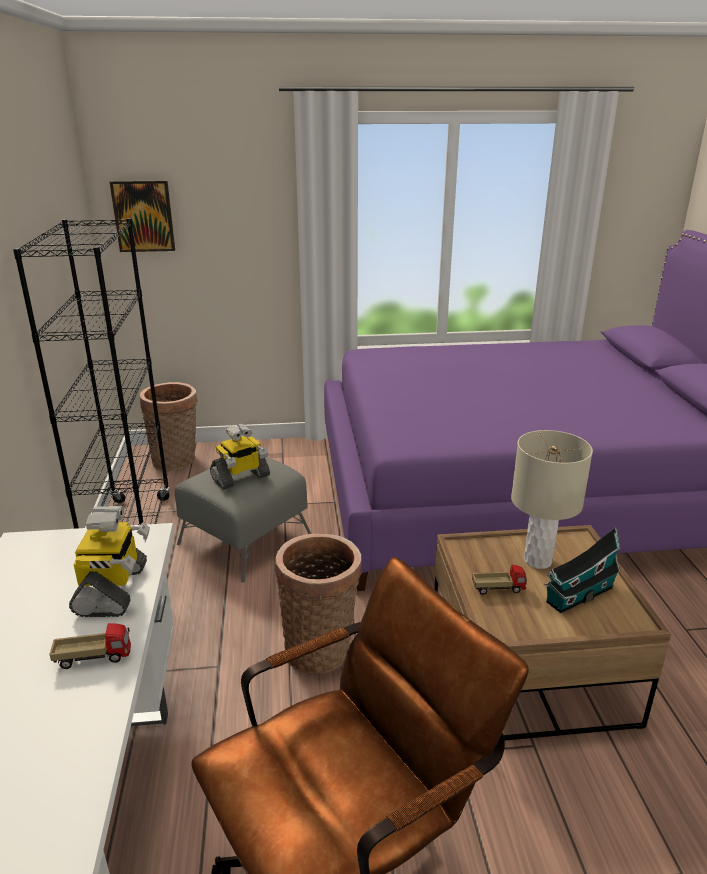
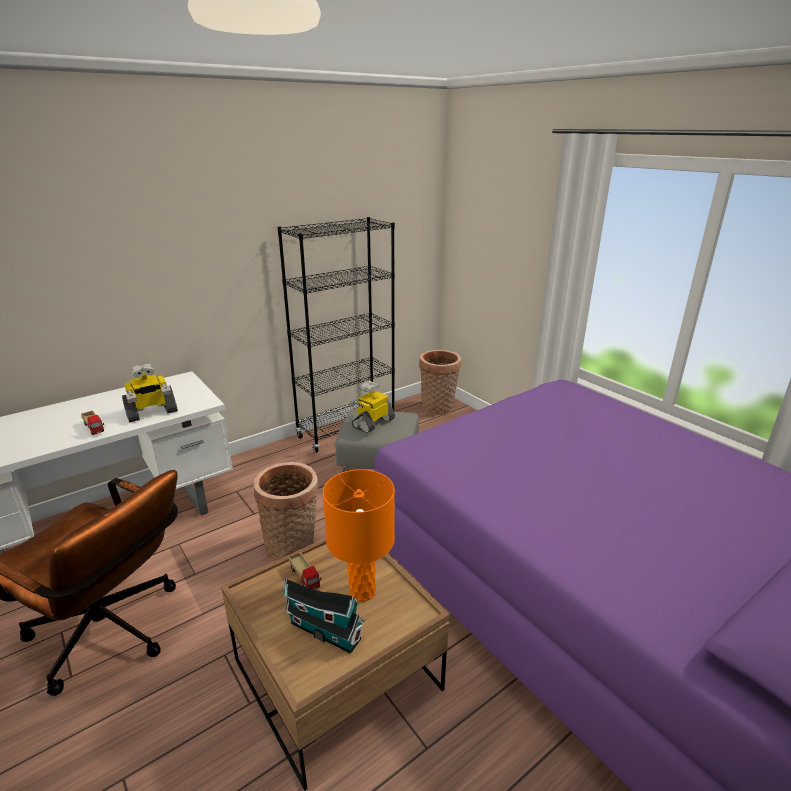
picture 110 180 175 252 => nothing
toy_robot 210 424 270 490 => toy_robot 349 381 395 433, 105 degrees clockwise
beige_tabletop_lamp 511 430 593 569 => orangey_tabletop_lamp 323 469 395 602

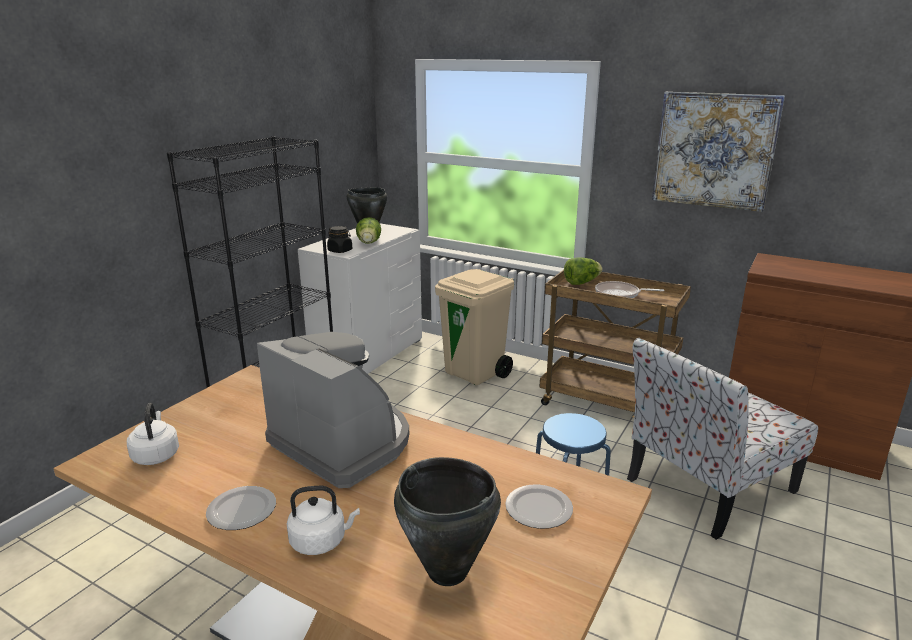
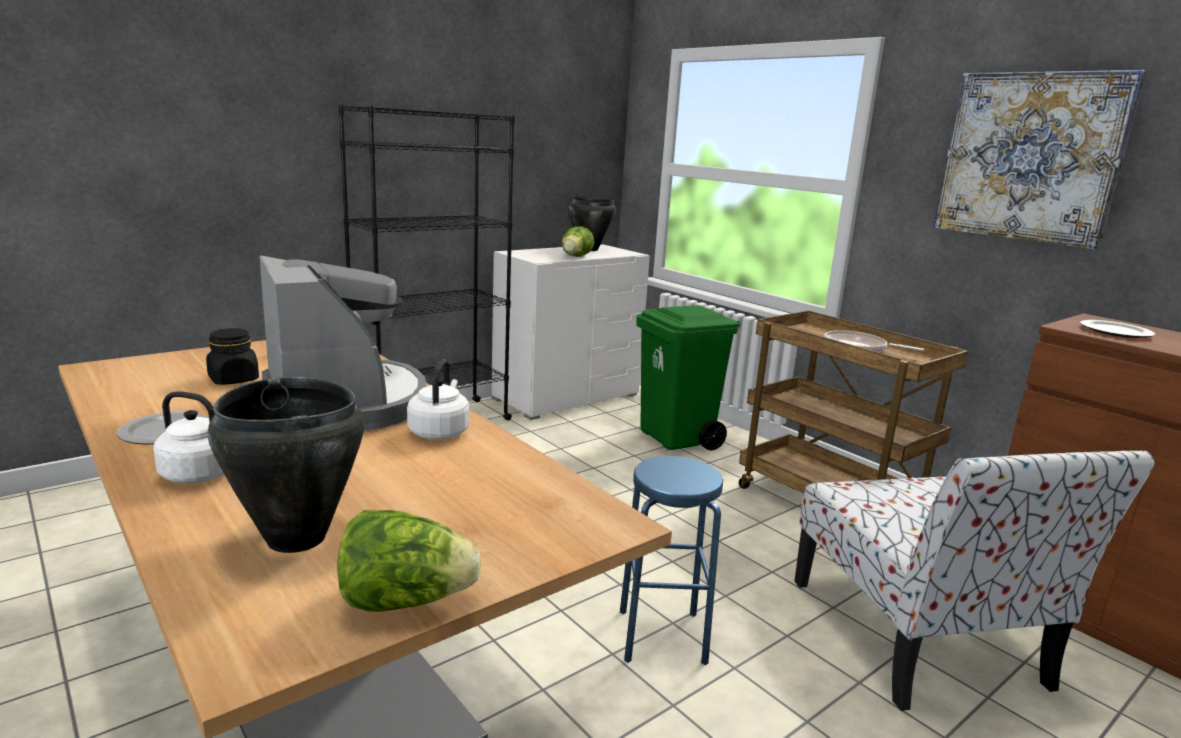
white-coloured_kettle 127 403 179 465 => white-coloured_kettle 407 360 469 440, shifted
black-coloured_storage_jar 327 226 352 253 => black-coloured_storage_jar 206 328 259 385, shifted
beige_waste_bin 435 269 515 385 => greenish_waste_bin 636 305 741 450
dinner_plate 505 484 573 529 => dinner_plate 1080 320 1155 338, shifted
lettuce_head 564 257 603 285 => lettuce_head 337 510 481 612, shifted
upright_chair 627 338 818 540 => upright_chair 795 450 1154 711, 90 degrees counterclockwise

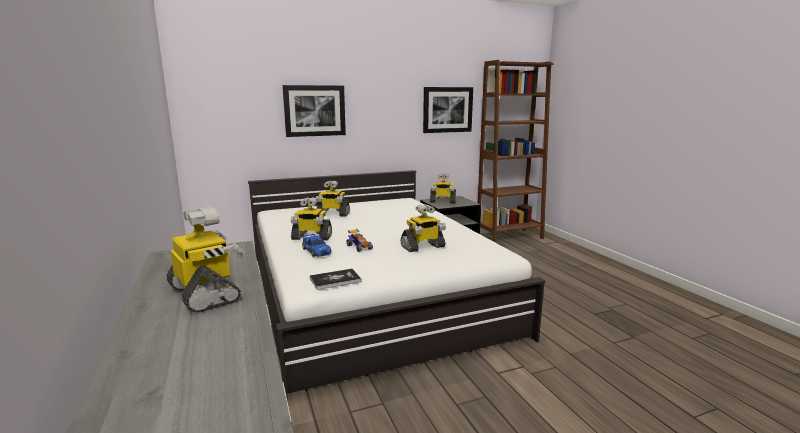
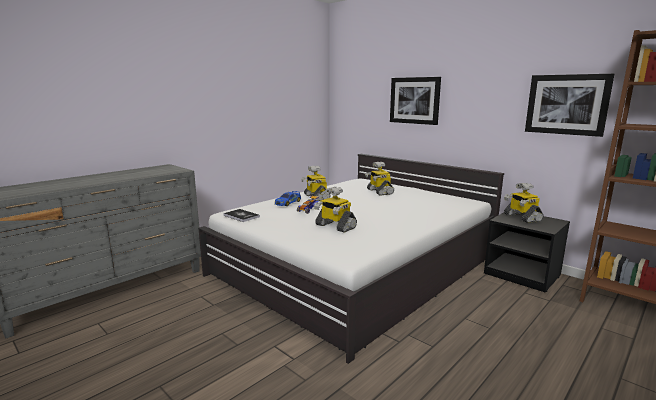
toy_robot 167 207 245 313 => nothing

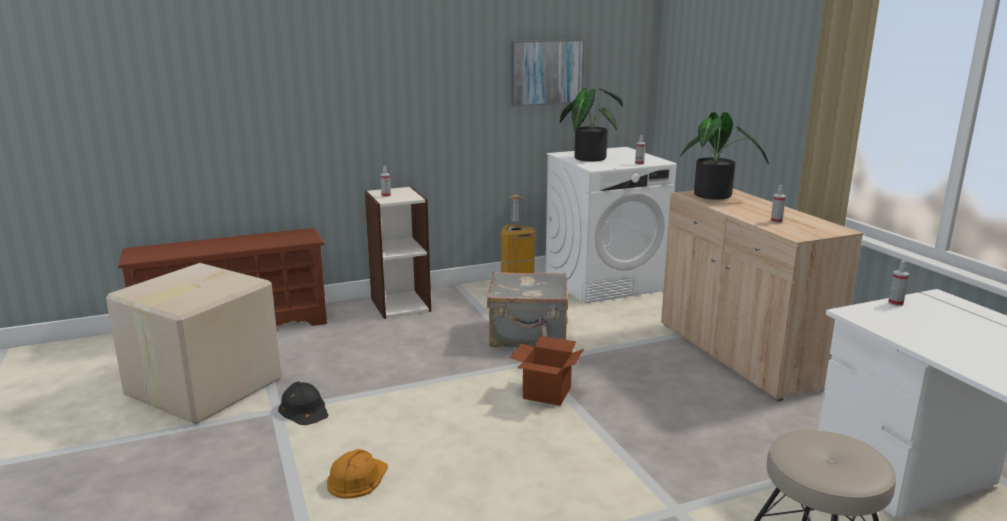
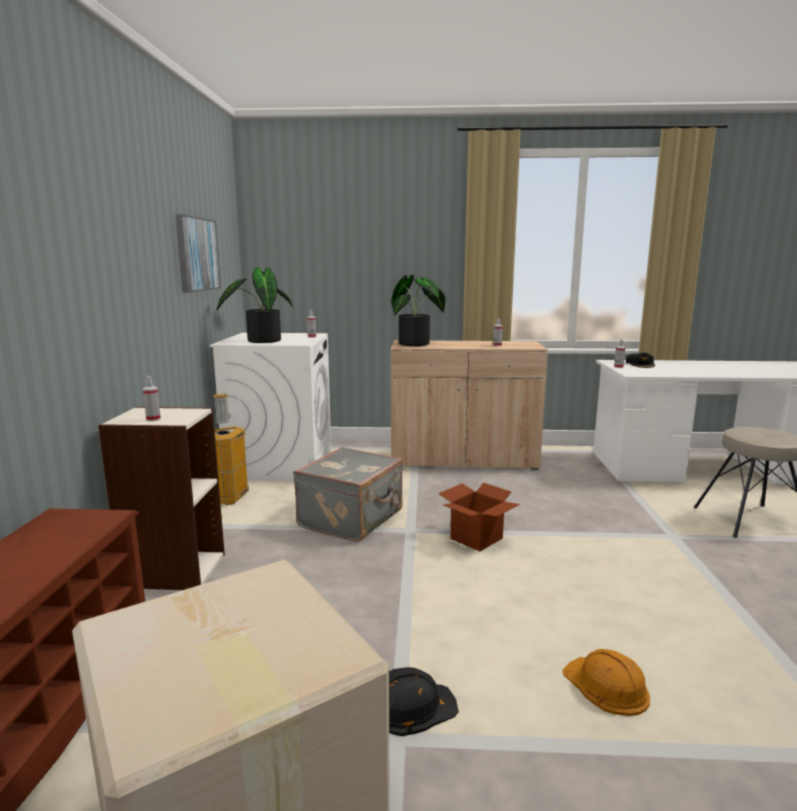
nothing => black-coloured_baseball_cap 626 353 655 368

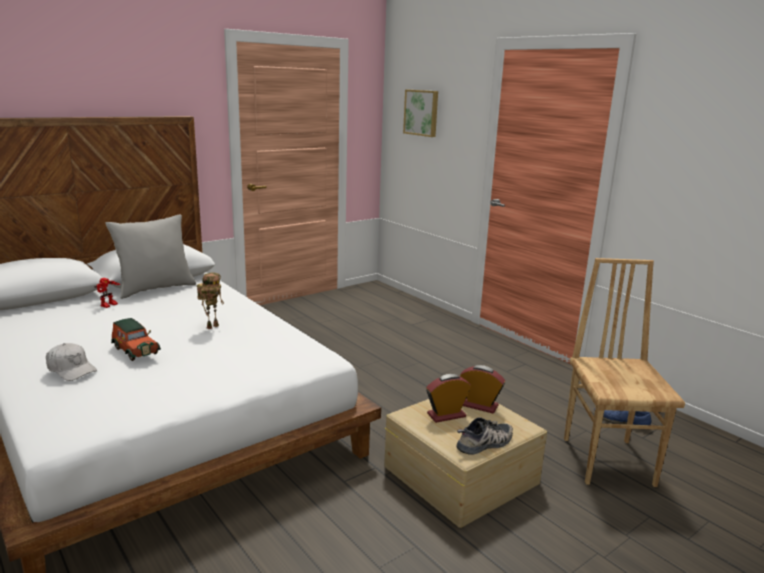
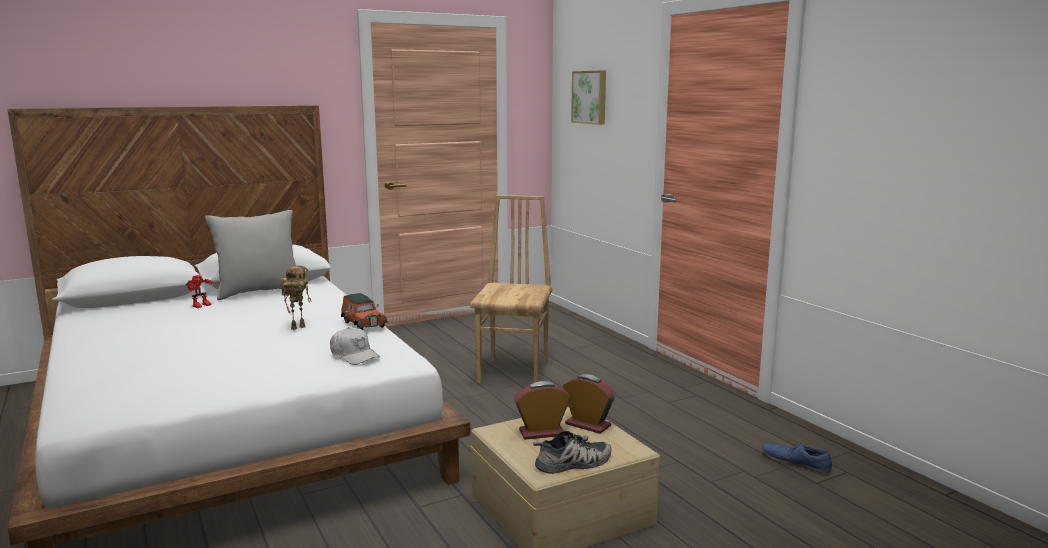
white-coloured_baseball_cap 46 343 97 381 => white-coloured_baseball_cap 330 327 380 365, shifted
miniature_car 111 318 161 361 => miniature_car 341 293 388 330, shifted
brown_upright_chair 564 258 685 487 => brown_upright_chair 470 195 553 383, shifted

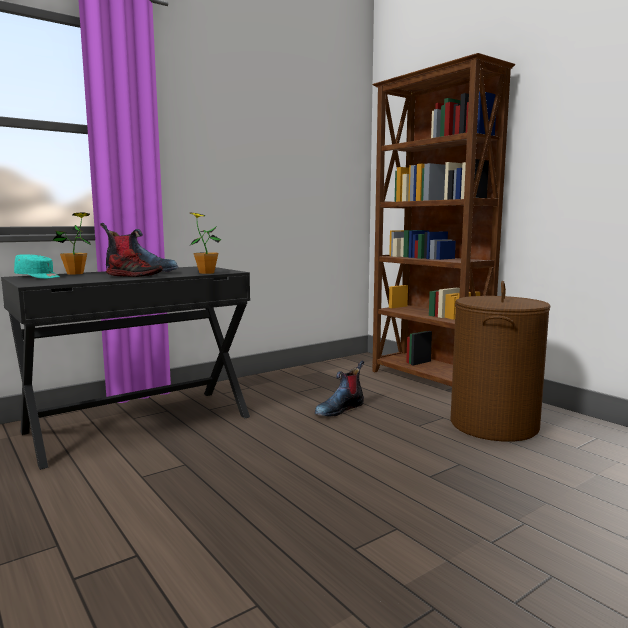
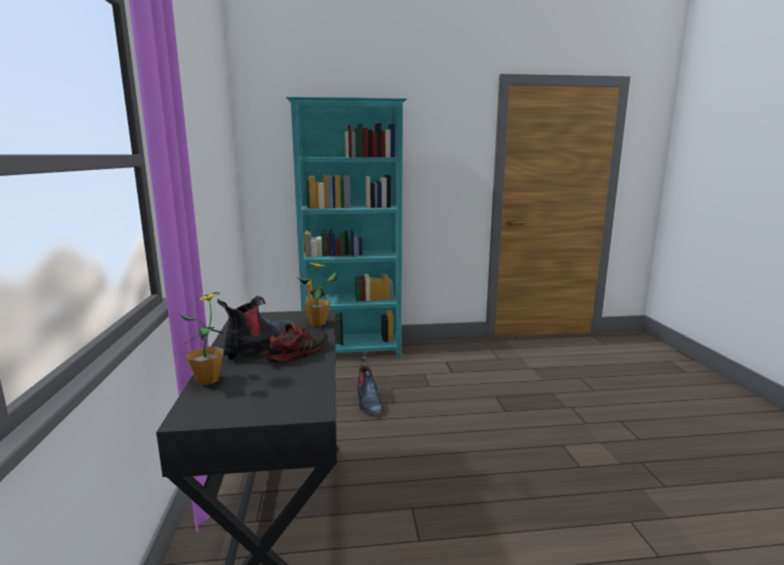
blue-green_baseball_cap 14 254 60 279 => nothing
brown_shelving_unit 372 53 515 386 => blue-green_shelving_unit 286 97 407 358
brown_laundry_basket 450 281 551 442 => nothing

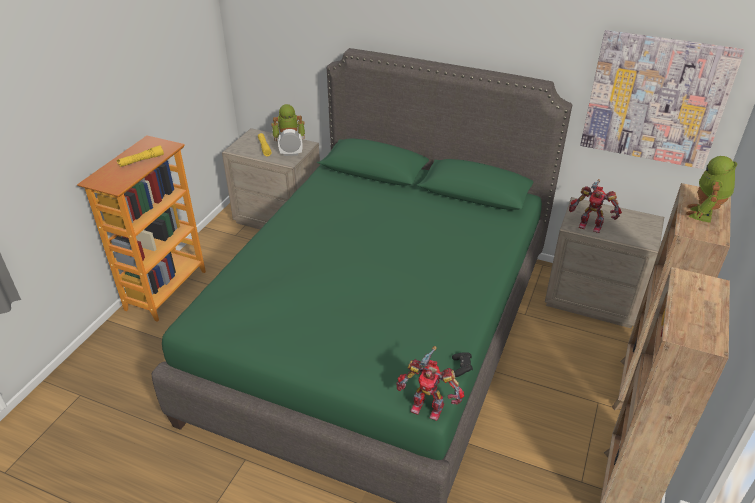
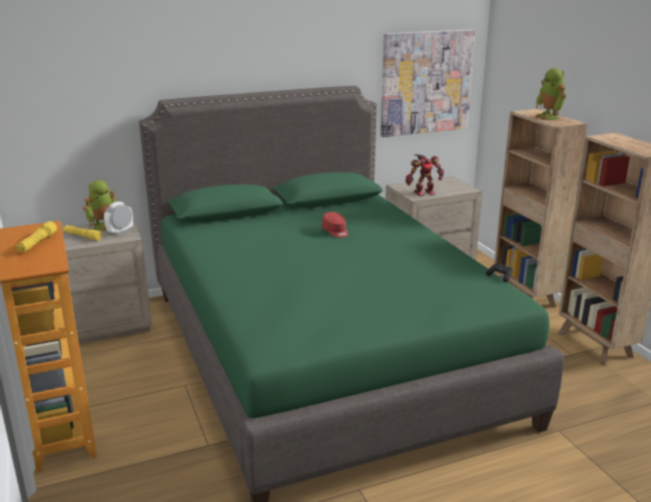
toy_robot 396 346 464 421 => nothing
nothing => red_baseball_cap 322 212 348 238

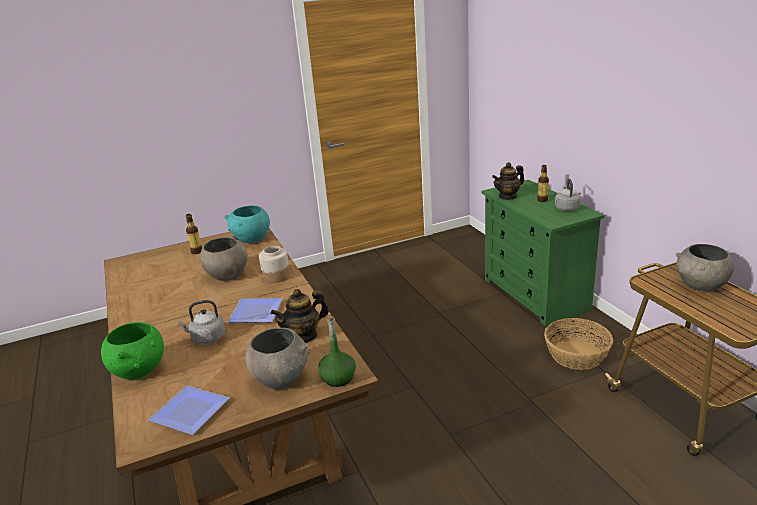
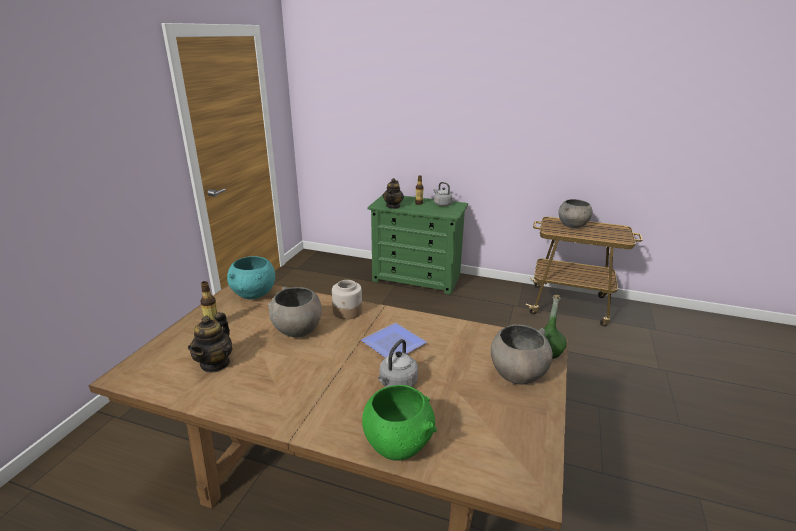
dinner_plate 148 385 230 435 => nothing
teapot 271 289 329 343 => teapot 188 312 232 373, shifted
storage_basket 544 318 613 370 => nothing

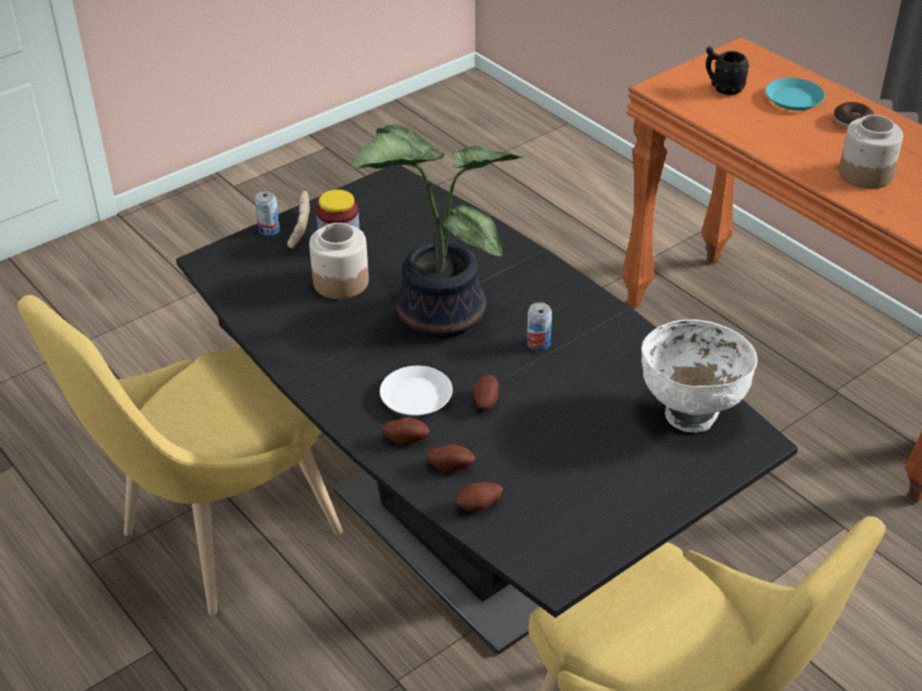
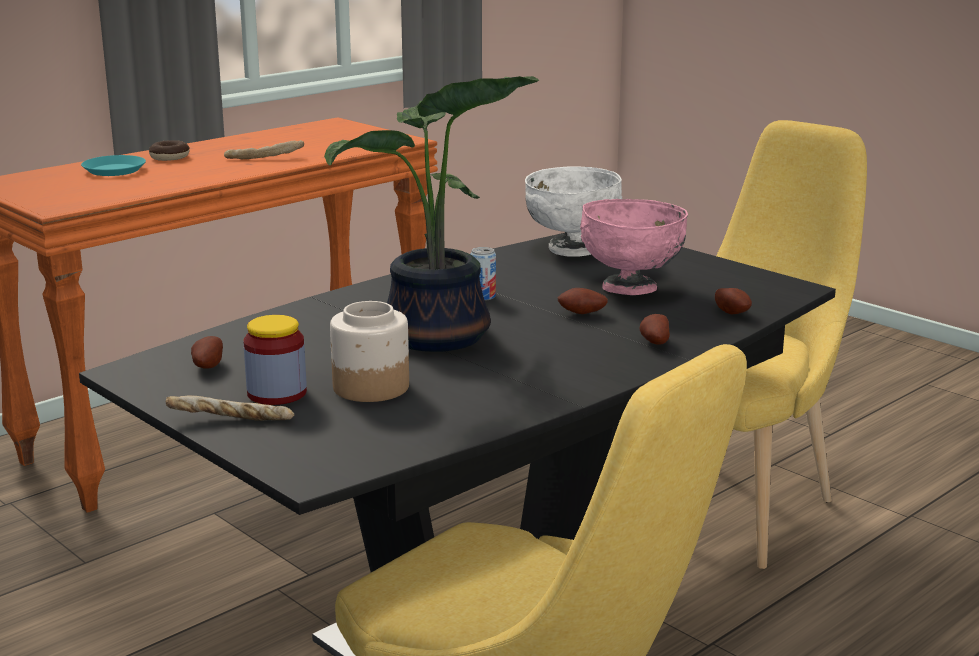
metal_can 255 191 280 236 => nothing
white-coloured_dinner_plate 380 366 453 416 => nothing
whole_potato 426 444 475 472 => whole_potato 191 336 223 369, shifted
black-coloured_tea_mug 706 47 749 95 => nothing
storage_jar 839 115 903 189 => bread 224 140 304 159
nothing => pink_serving_bowl 580 199 688 295

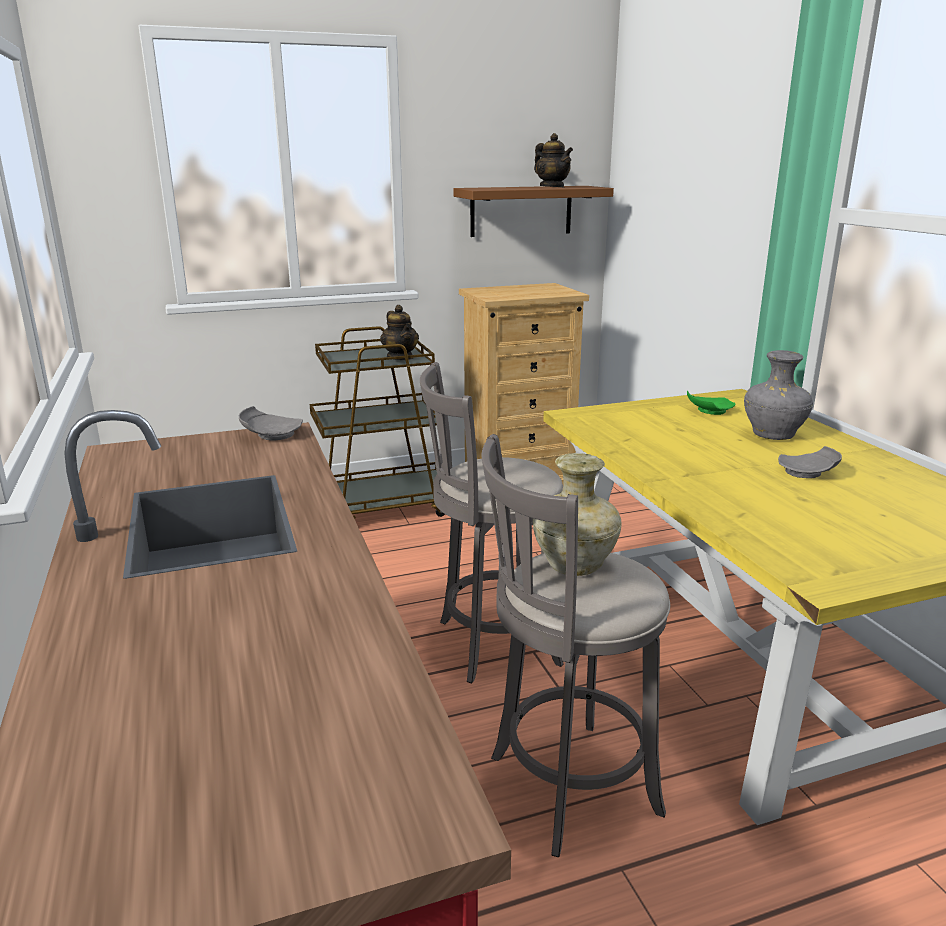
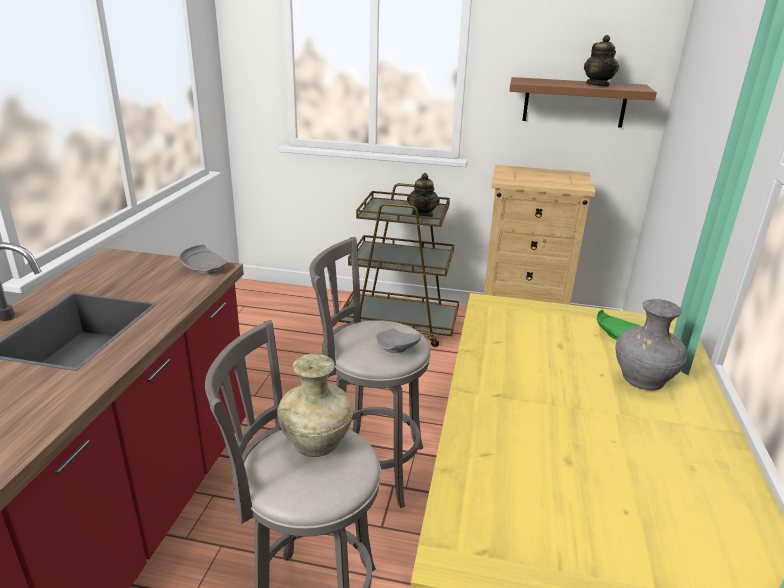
greyish_dinner_plate 778 446 842 478 => greyish_dinner_plate 376 328 422 353, shifted

